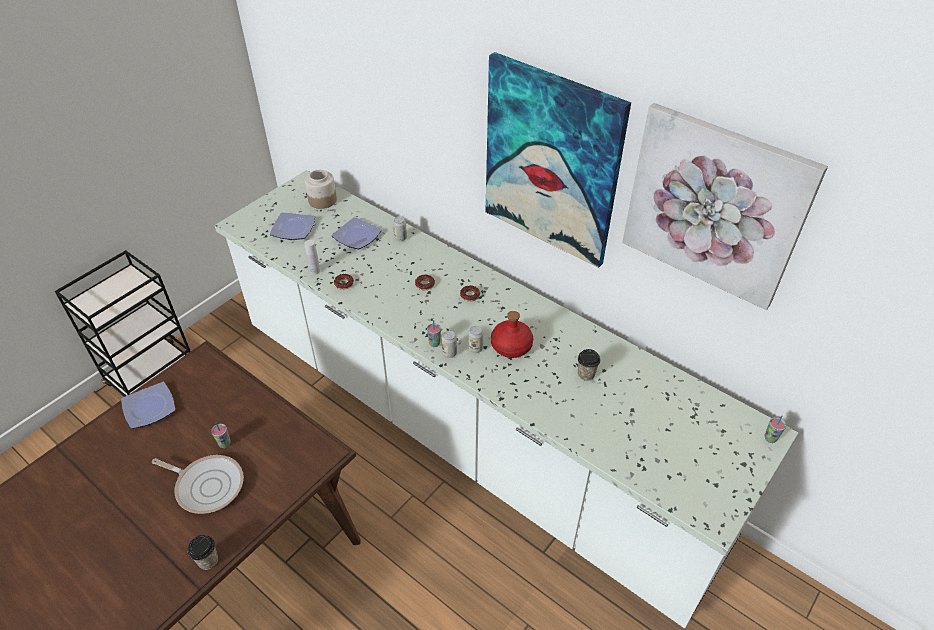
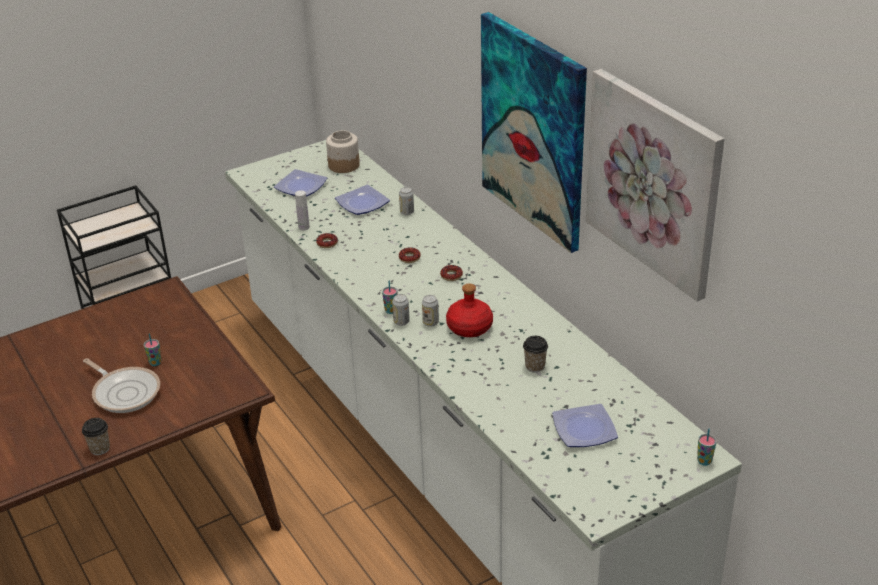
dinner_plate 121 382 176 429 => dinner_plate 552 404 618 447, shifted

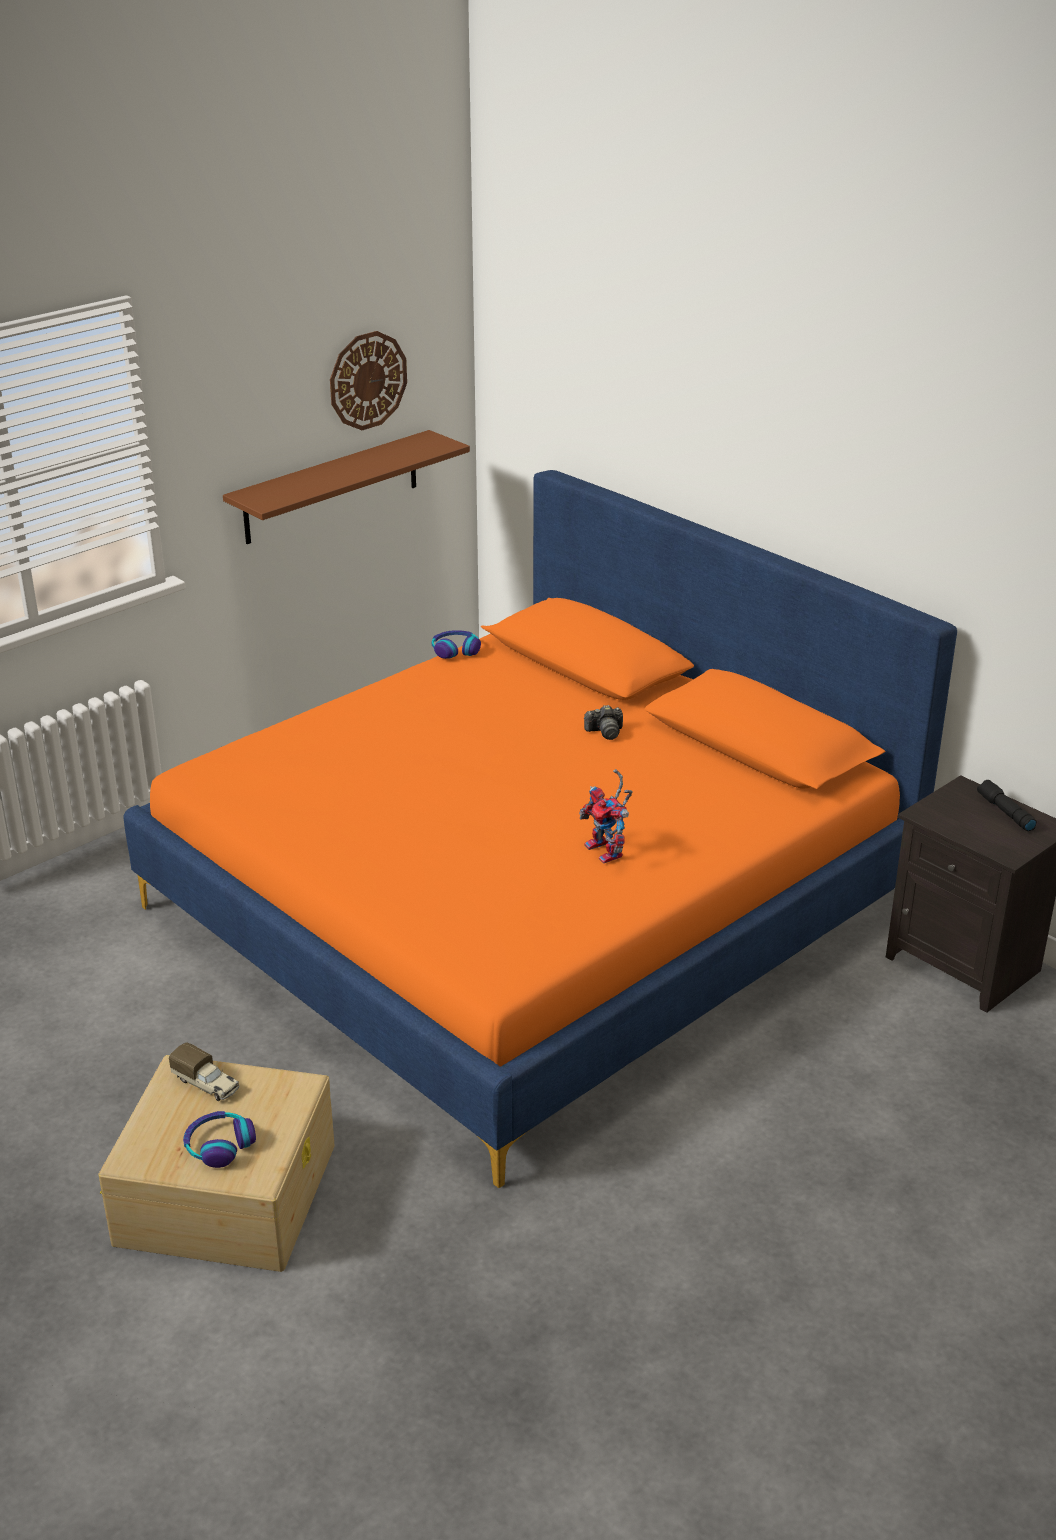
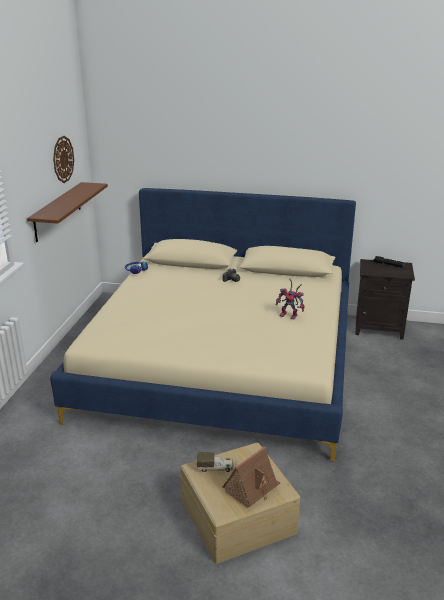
orangey_sleeping_bed 123 470 957 1188 => beige_sleeping_bed 50 188 356 462
pair_of_headphones 183 1111 256 1168 => model_house 223 446 280 508

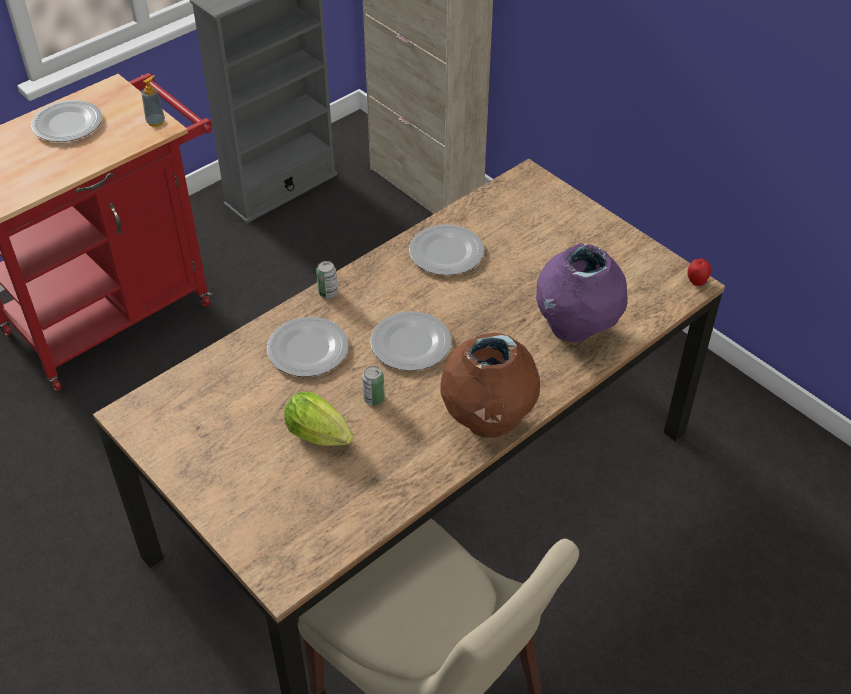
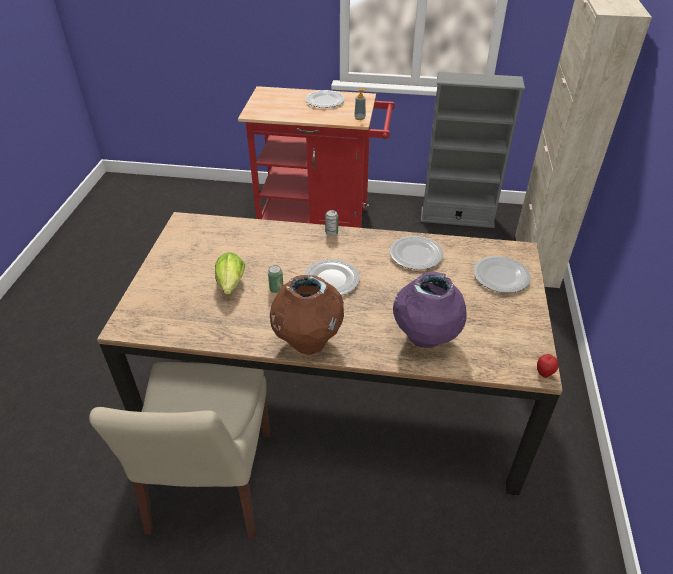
dinner_plate 267 317 349 377 => dinner_plate 474 256 531 293, shifted

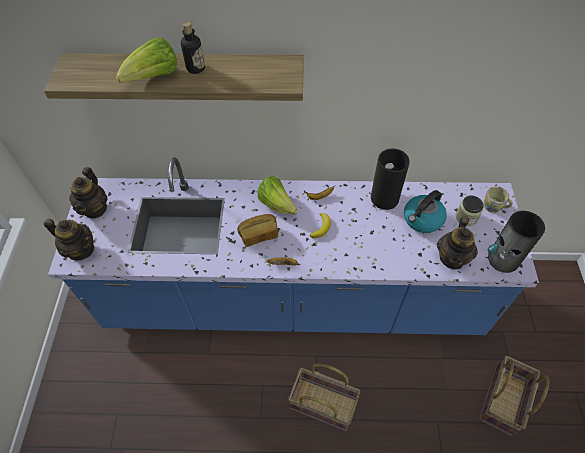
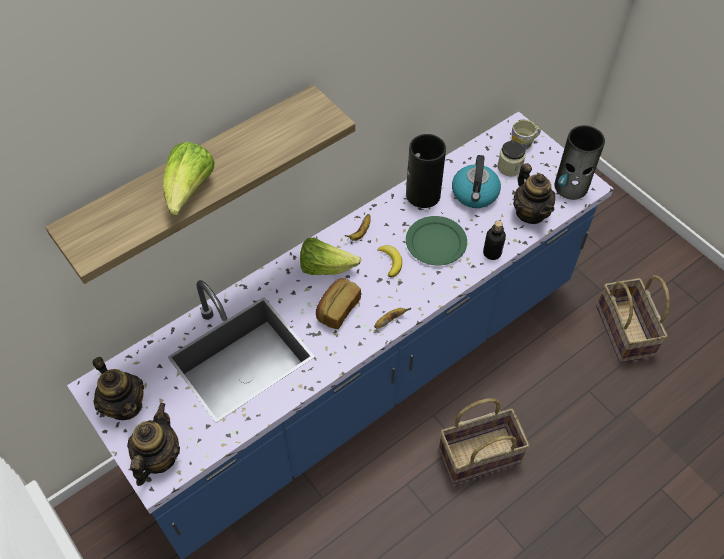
teapot 44 219 94 260 => teapot 127 403 180 486, 60 degrees counterclockwise
beverage_bottle 181 22 205 74 => beverage_bottle 483 220 506 260, shifted
nothing => greenish_dinner_plate 406 216 467 265

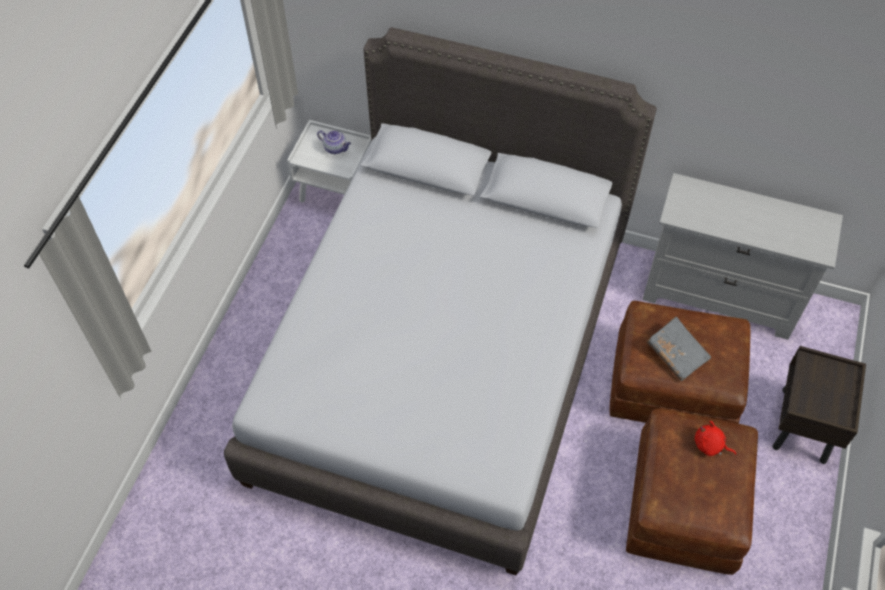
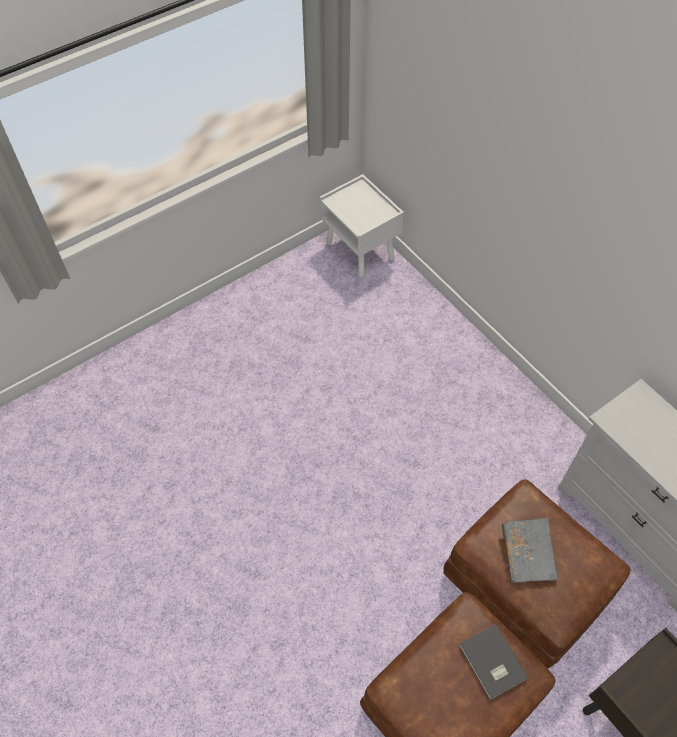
greyish_sleeping_bed 224 27 657 575 => nothing
teapot 317 130 351 154 => nothing
red_cuddly_toy 695 421 736 456 => greyish_volume 459 624 528 700

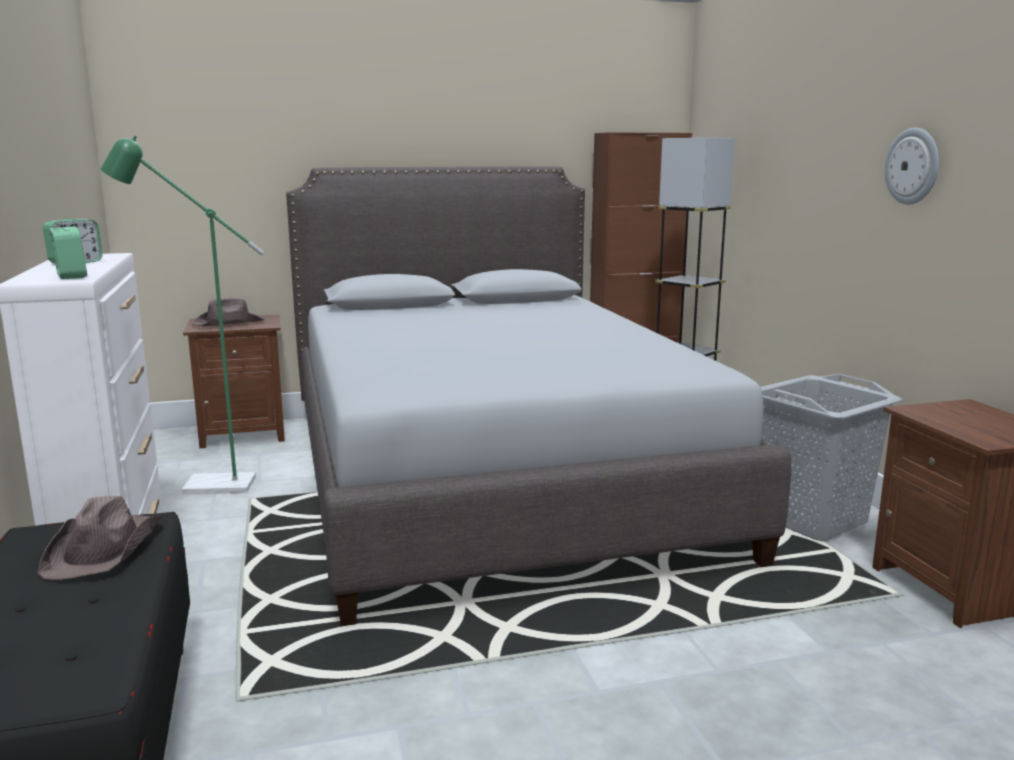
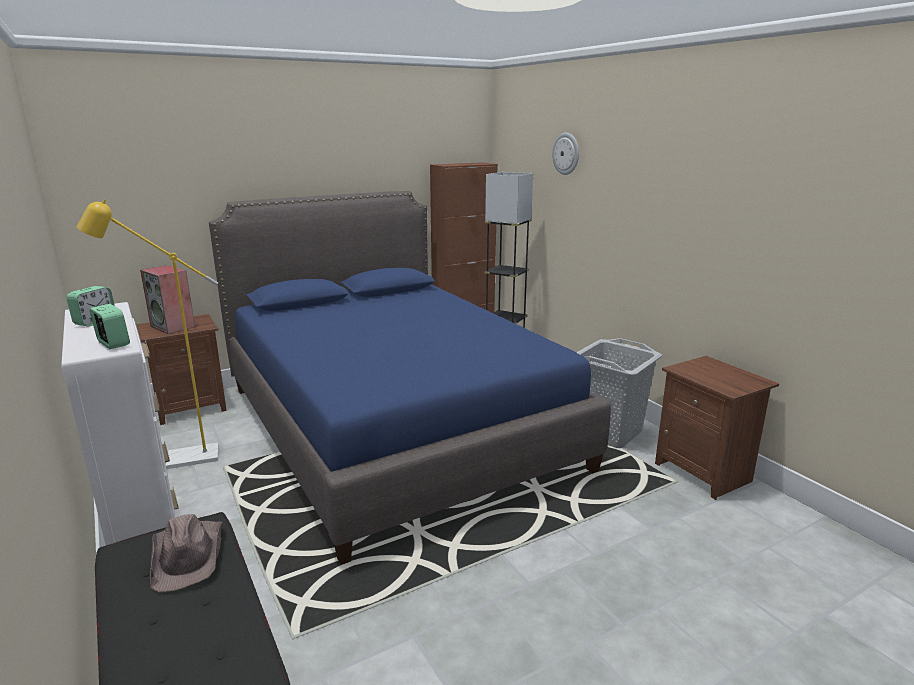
greenish_standard_lamp 101 136 264 494 => yellowish_standard_lamp 77 199 219 469
brown_hat 191 298 265 326 => loudspeaker 140 265 195 334
greyish_sleeping_bed 286 166 791 626 => blue_sleeping_bed 209 191 611 565
clock_on_the_wall 885 128 939 205 => clock_on_the_wall 552 133 579 175, shifted

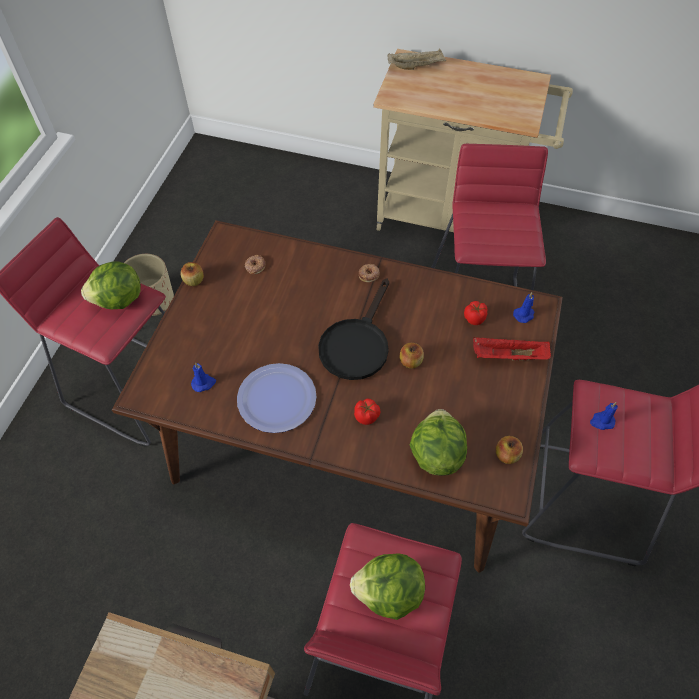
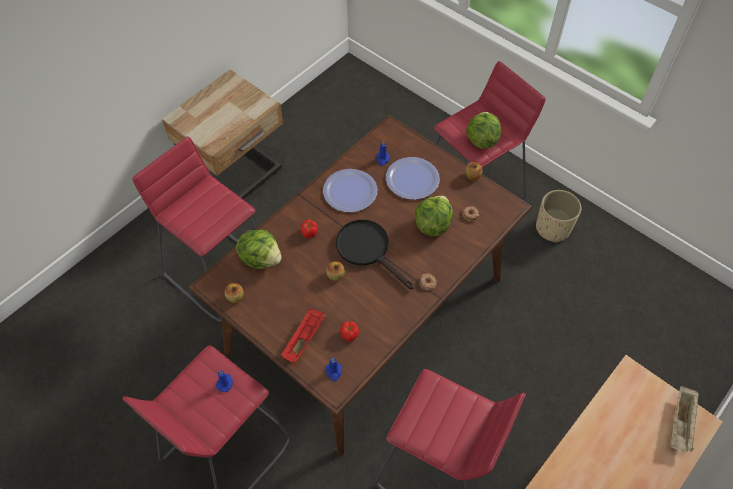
lettuce_head 350 553 425 620 => lettuce_head 415 195 453 236, shifted
nothing => dinner_plate 386 157 440 200

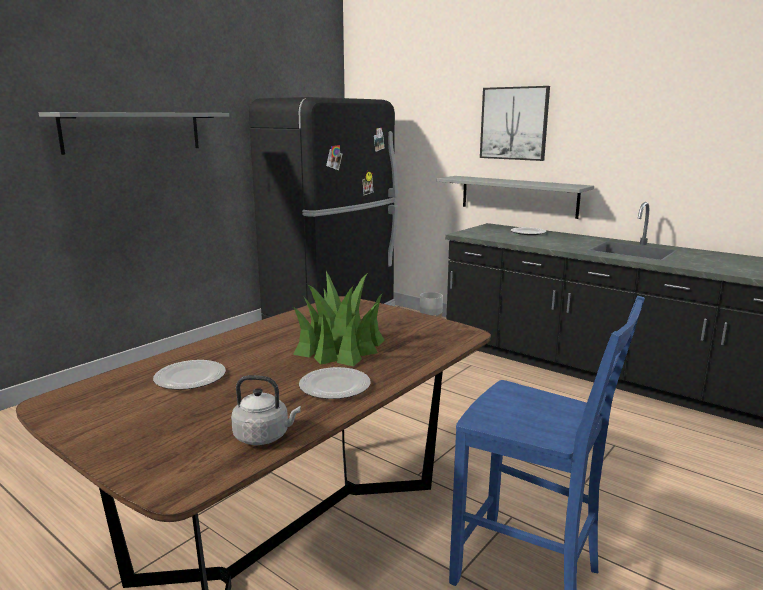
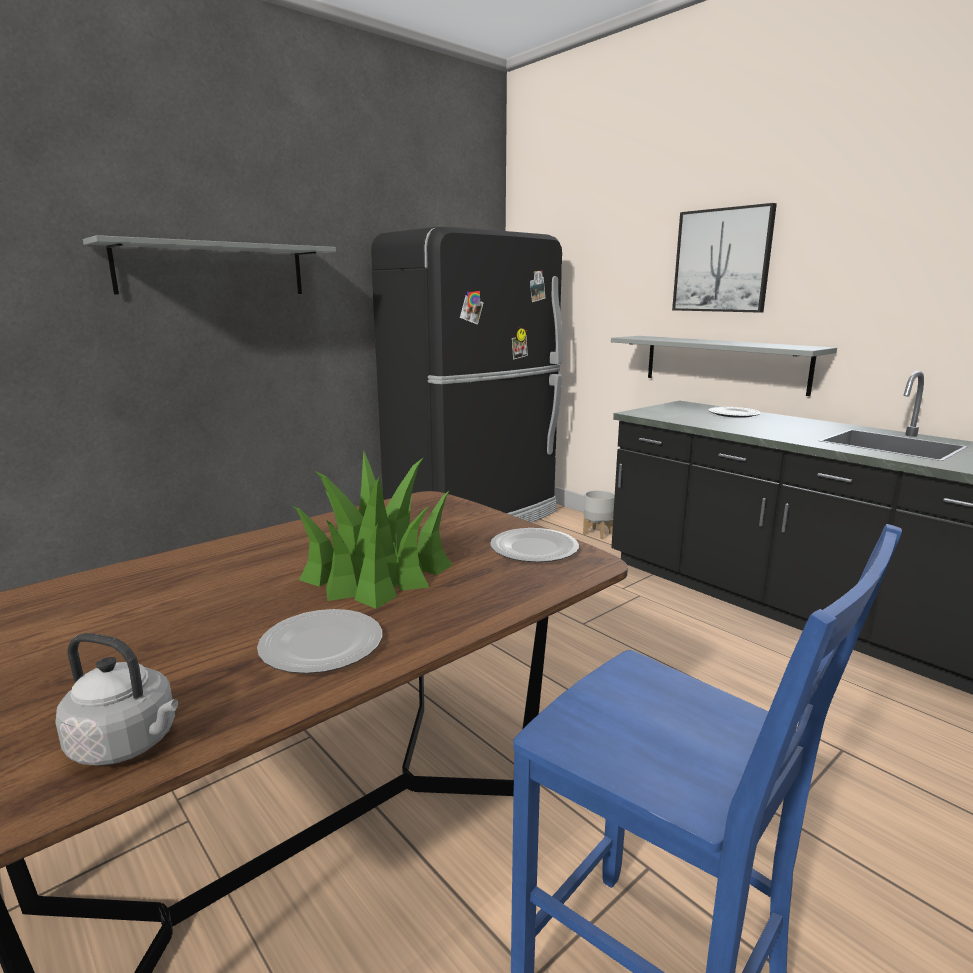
dinner_plate 153 360 226 390 => dinner_plate 490 528 579 562, shifted

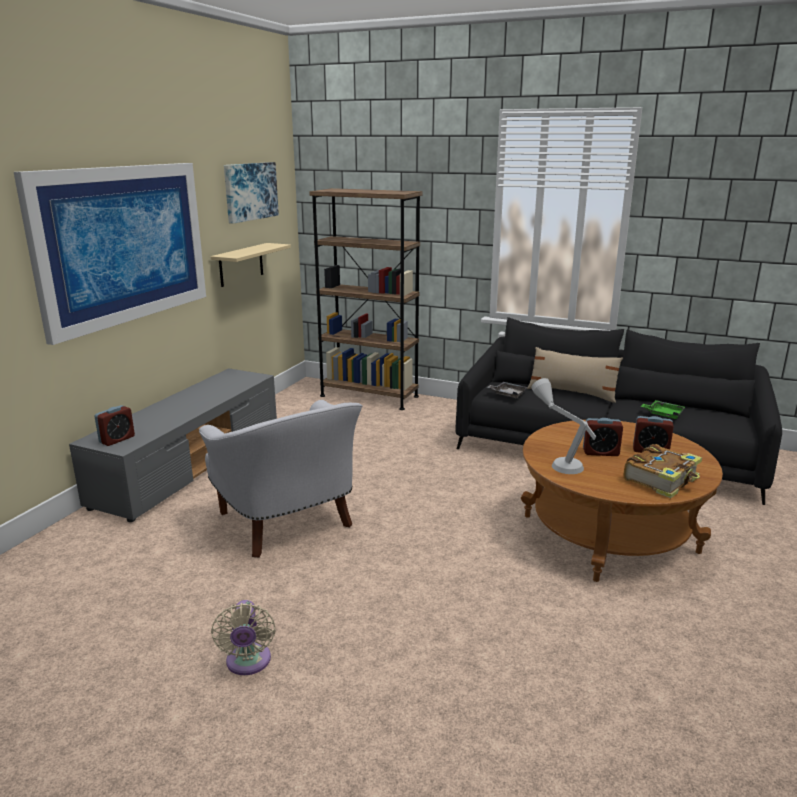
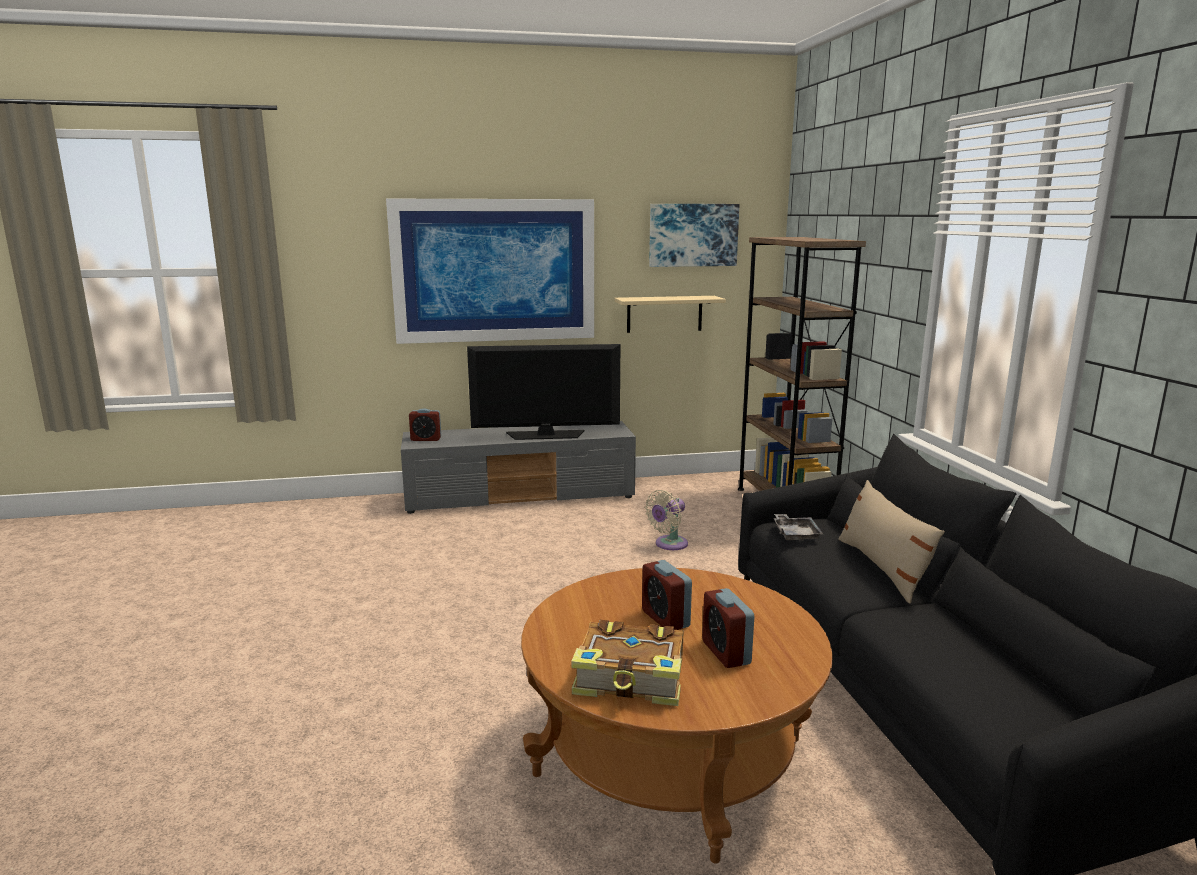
white-coloured_lounge_chair 199 400 363 557 => nothing
beige_cooling_fan 211 600 276 675 => beige_cooling_fan 645 490 688 550, shifted
greyish_tabletop_lamp 531 378 596 474 => nothing
greenish_tray 641 400 685 419 => nothing
nothing => television 467 344 620 440

